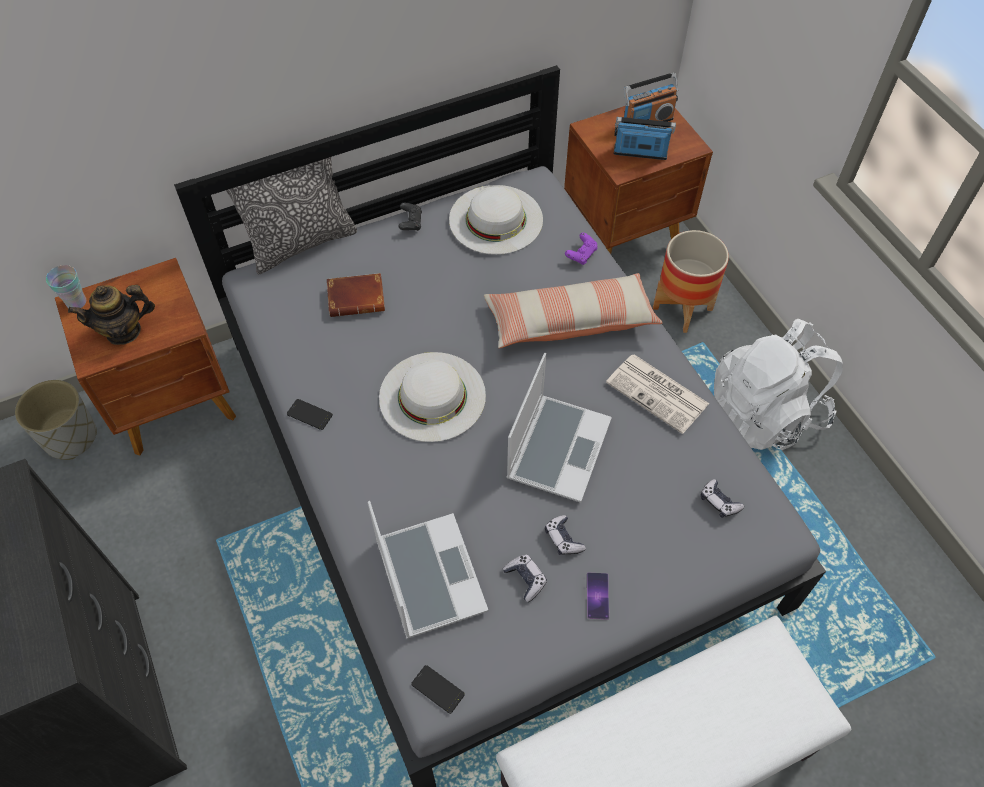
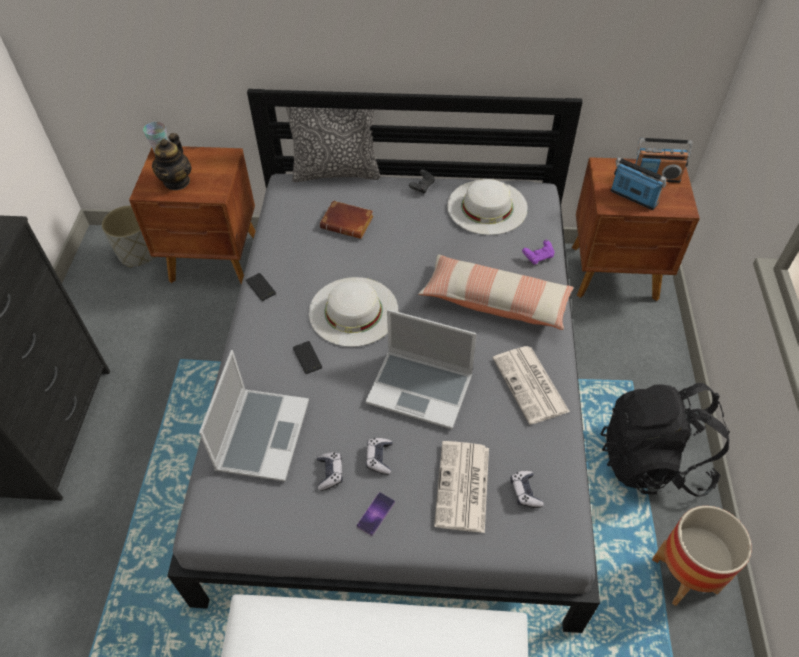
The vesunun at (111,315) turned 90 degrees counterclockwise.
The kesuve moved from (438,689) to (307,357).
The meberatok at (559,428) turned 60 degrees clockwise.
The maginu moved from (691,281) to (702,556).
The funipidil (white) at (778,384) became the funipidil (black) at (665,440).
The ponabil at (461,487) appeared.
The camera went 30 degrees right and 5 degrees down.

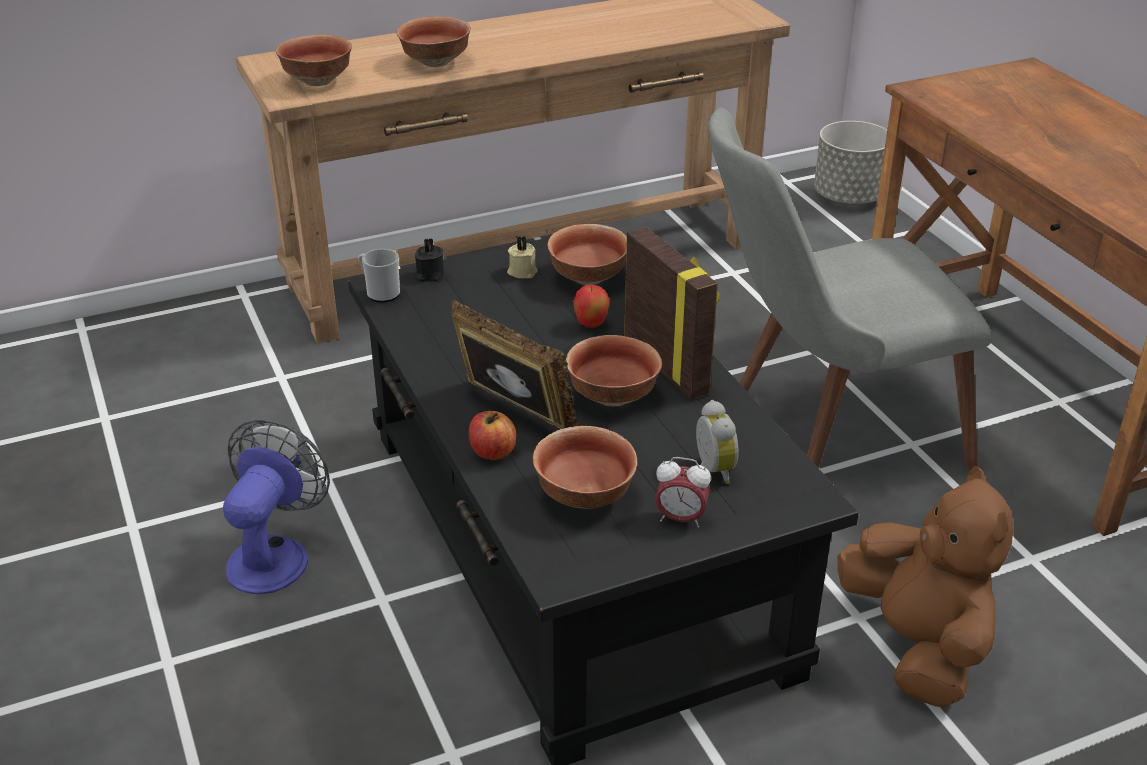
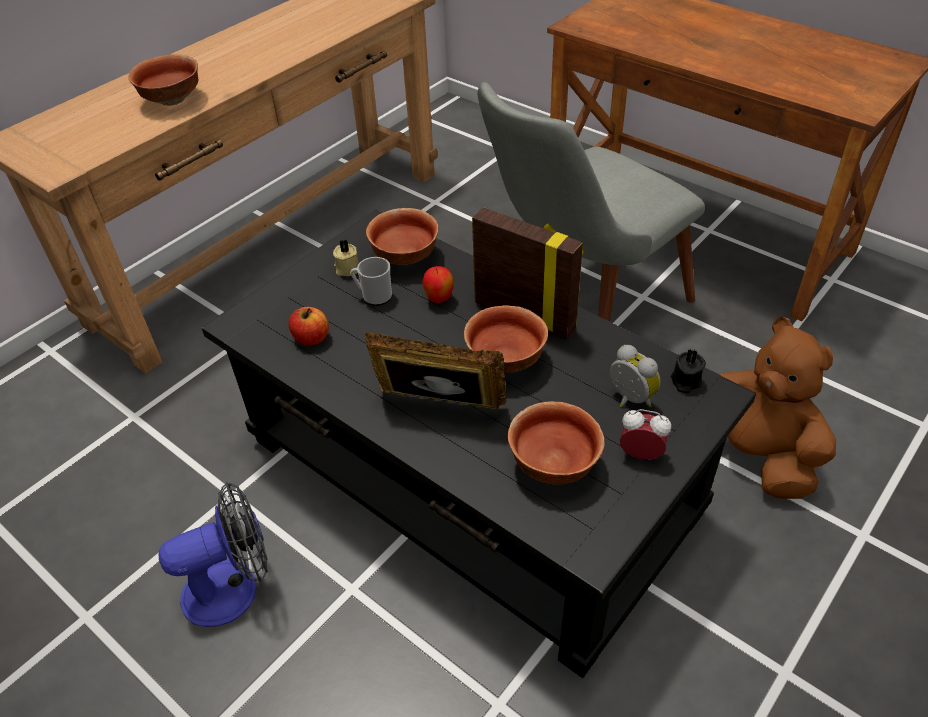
The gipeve at (276,507) turned 75 degrees clockwise.
The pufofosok at (314,60) disappeared.
The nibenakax moved from (379,275) to (371,281).
The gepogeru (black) moved from (429,260) to (688,371).
The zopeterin moved from (492,435) to (309,326).
The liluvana at (683,492) turned 150 degrees counterclockwise.
The maginu (grey) at (850,163) disappeared.
The camera went 25 degrees left and 10 degrees up.

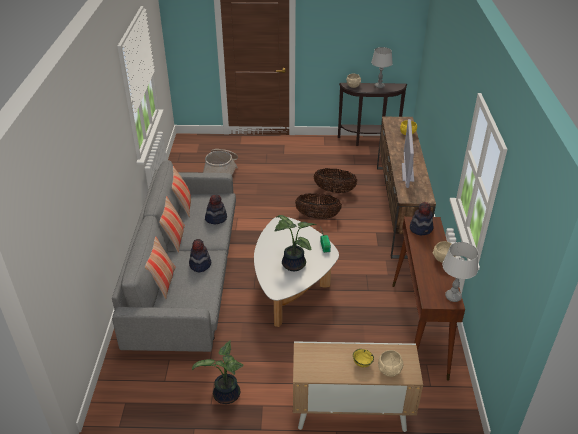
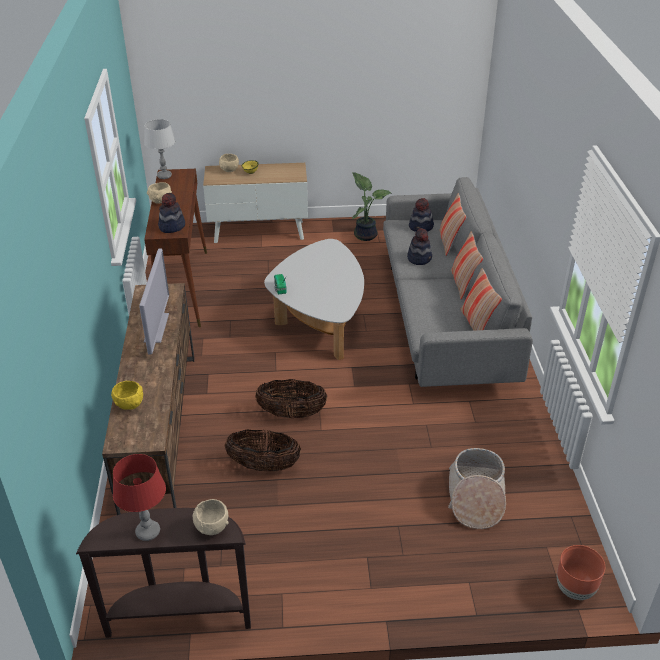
The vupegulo moved from (216,209) to (421,215).
The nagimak at (295,243) disappeared.
The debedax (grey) at (382,67) became the debedax (red) at (139,497).
The maginu (brown) at (581,572) appeared.
The camera went 175 degrees right and 0 degrees up.

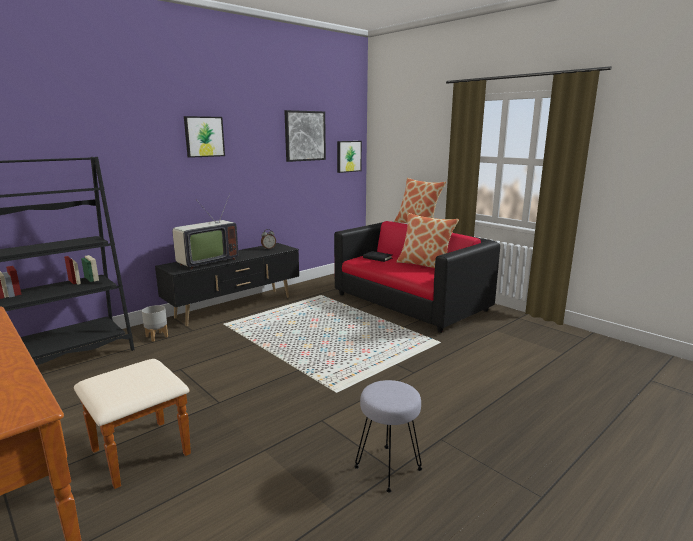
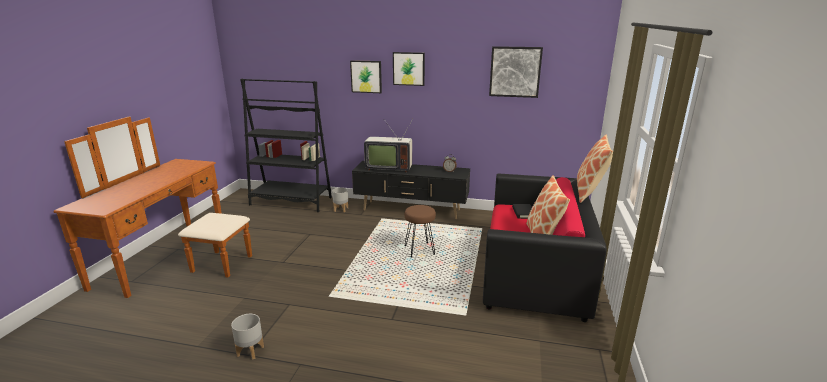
The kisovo moved from (349,157) to (366,76).
The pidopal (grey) at (388,436) was replaced by the maginu (grey) at (247,337).
The pidopal (brown) at (420,231) appeared.
The camera went 55 degrees right and 5 degrees up.

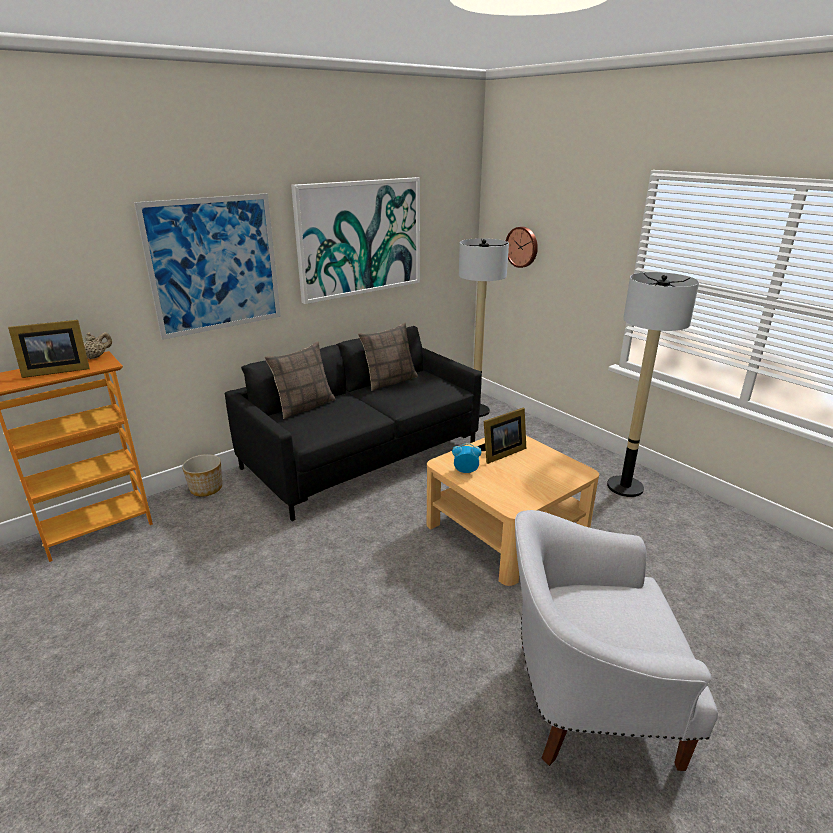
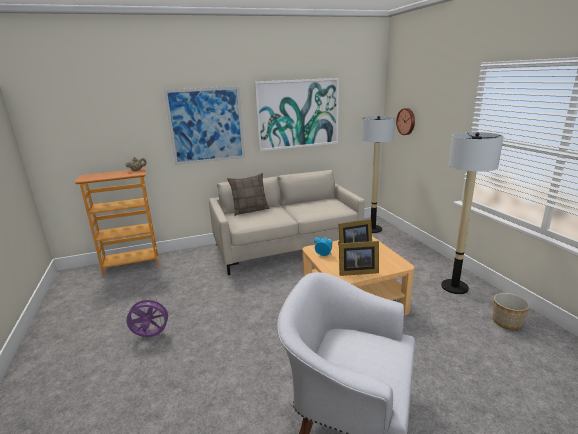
The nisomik moved from (49,349) to (359,258).
The maginu moved from (202,475) to (511,311).
The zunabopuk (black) at (353,423) became the zunabopuk (beige) at (287,222).
The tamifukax at (388,357) disappeared.
The gipeve (purple) at (148,317) appeared.
The camera went 20 degrees right and 5 degrees down.

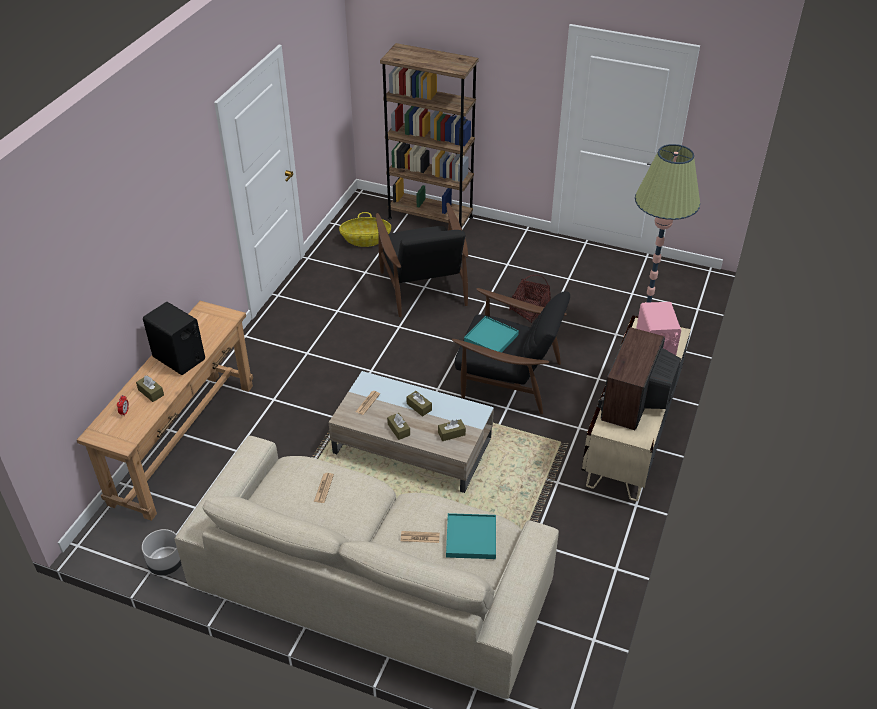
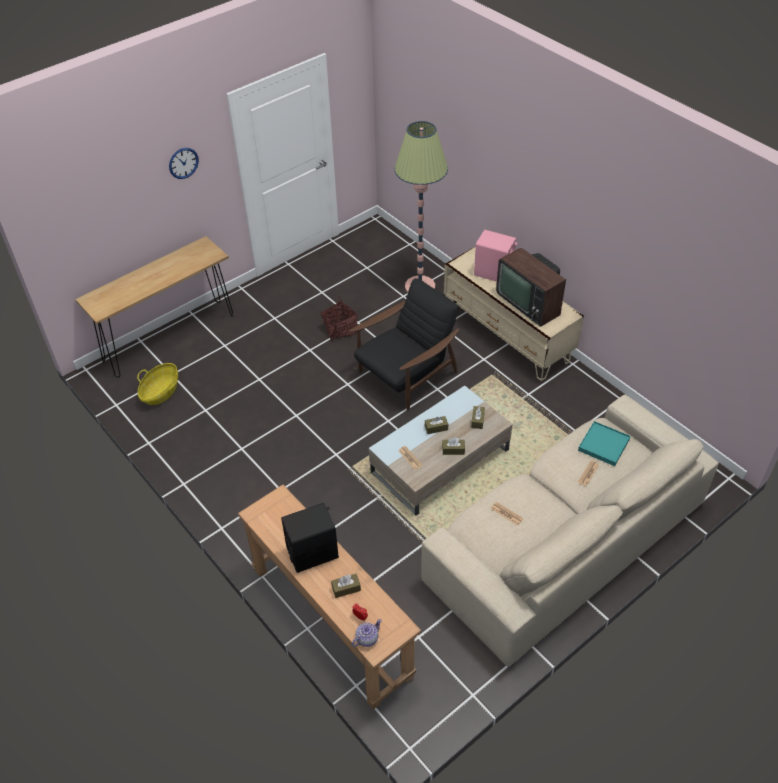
The maginu (grey) at (162,552) disappeared.
The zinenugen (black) at (422,260) disappeared.
The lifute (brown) at (429,135) was replaced by the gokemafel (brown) at (154,307).
The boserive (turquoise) at (491,334) disappeared.
The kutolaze at (184,163) appeared.
The vesunun at (367,633) appeared.
The camera went 60 degrees left and 5 degrees up.

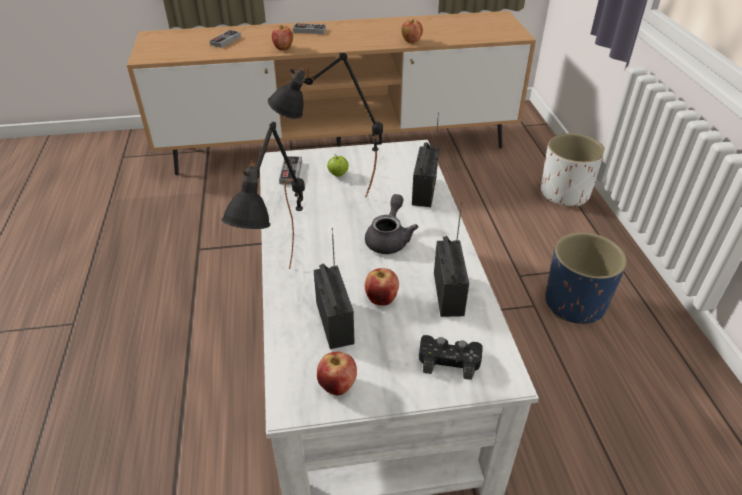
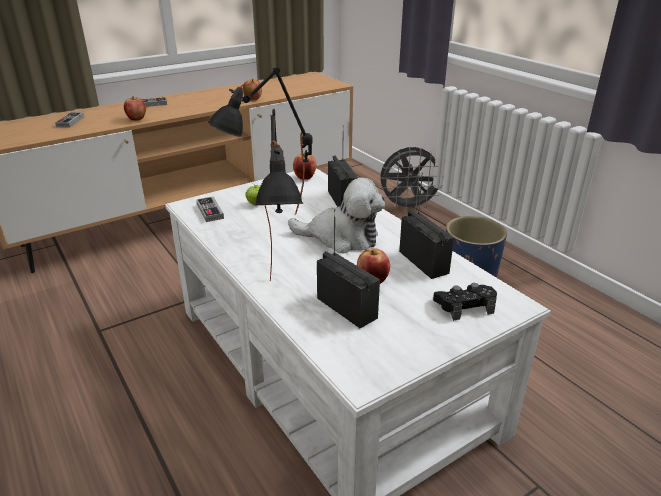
The zopeterin moved from (337,373) to (304,166).
The vesunun (grey) at (391,224) was replaced by the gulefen at (336,215).
The maginu (white) at (573,170) was replaced by the gipeve (grey) at (411,179).
The camera went 25 degrees left and 10 degrees down.

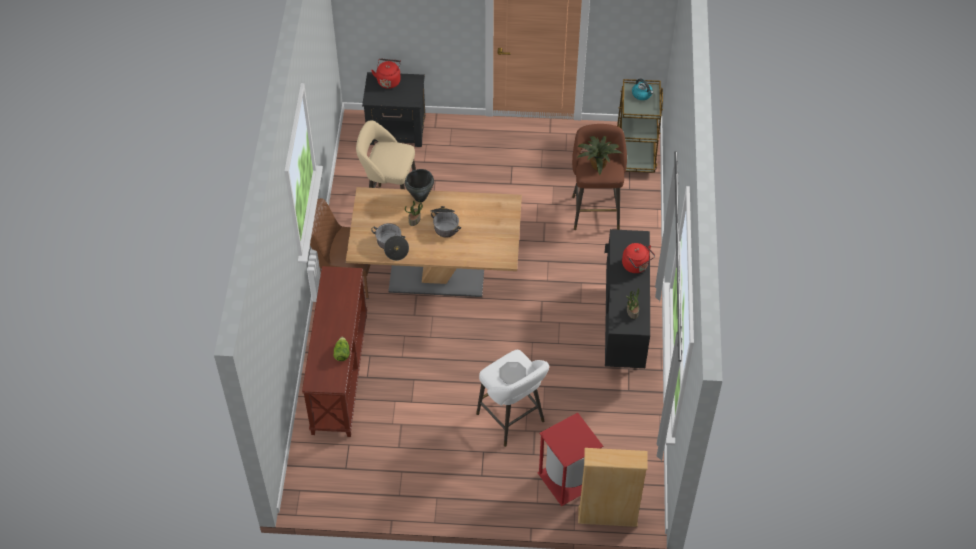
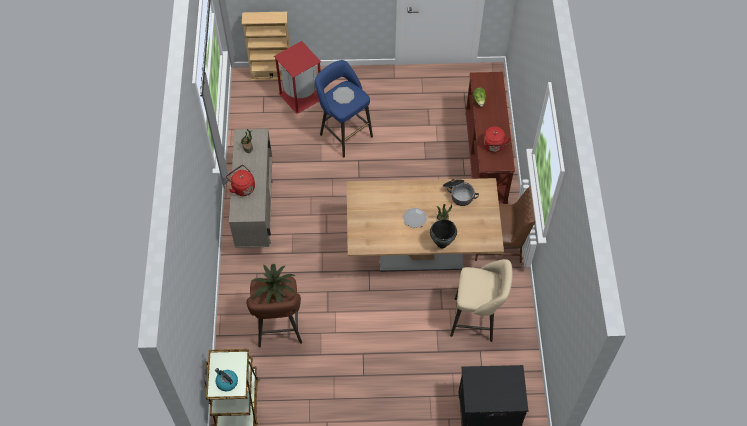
The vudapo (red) moved from (386,74) to (497,139).
The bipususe at (445,221) was replaced by the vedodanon at (415,218).
The pidopal (white) at (512,398) became the pidopal (blue) at (344,109).
The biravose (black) at (627,298) became the biravose (beige) at (250,188).
The camera went 175 degrees right and 5 degrees up.

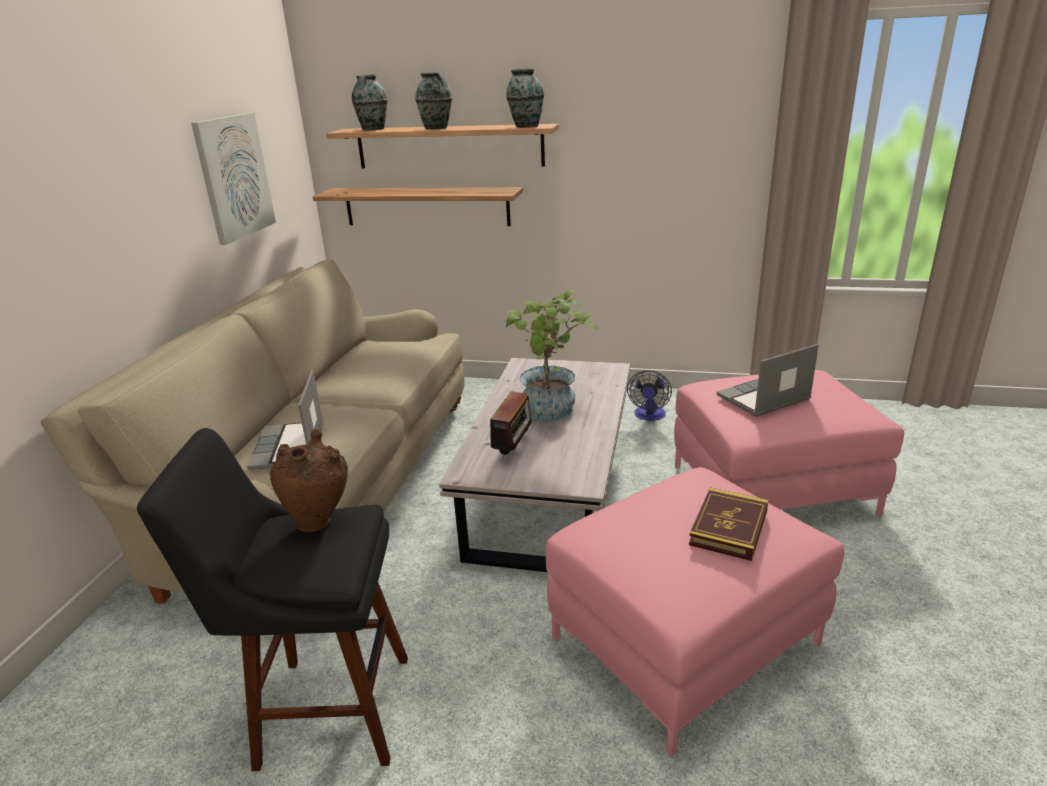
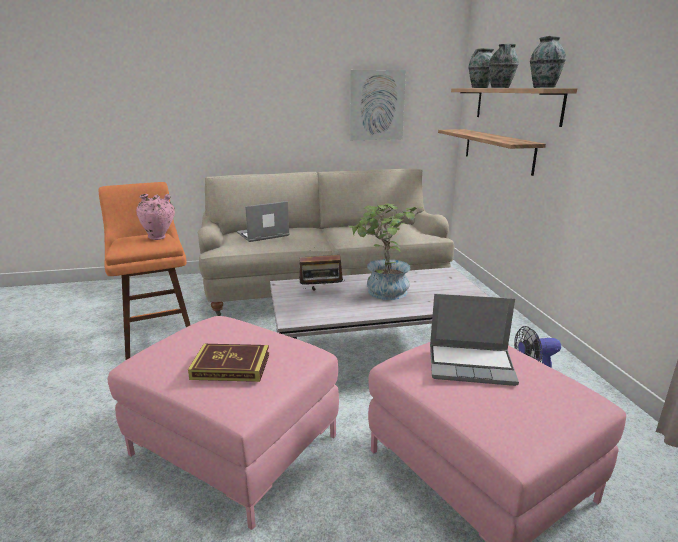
The pidopal (black) at (272,599) became the pidopal (orange) at (144,271).
The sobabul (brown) at (308,480) became the sobabul (pink) at (155,217).
The meberatok at (767,380) turned 150 degrees clockwise.
The camera went 65 degrees right and 5 degrees down.

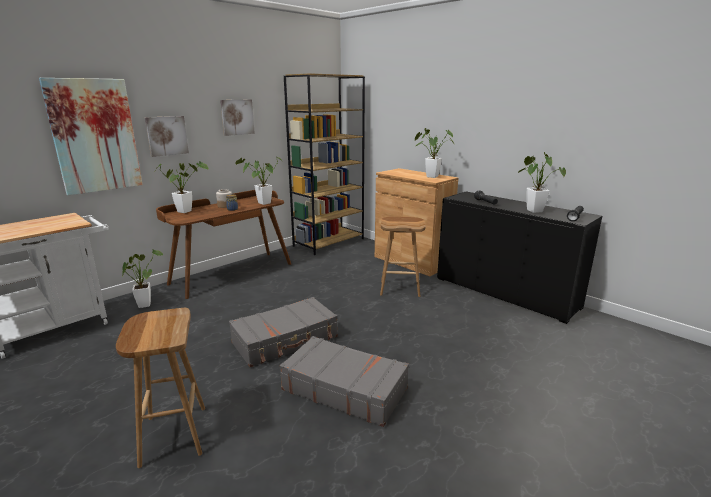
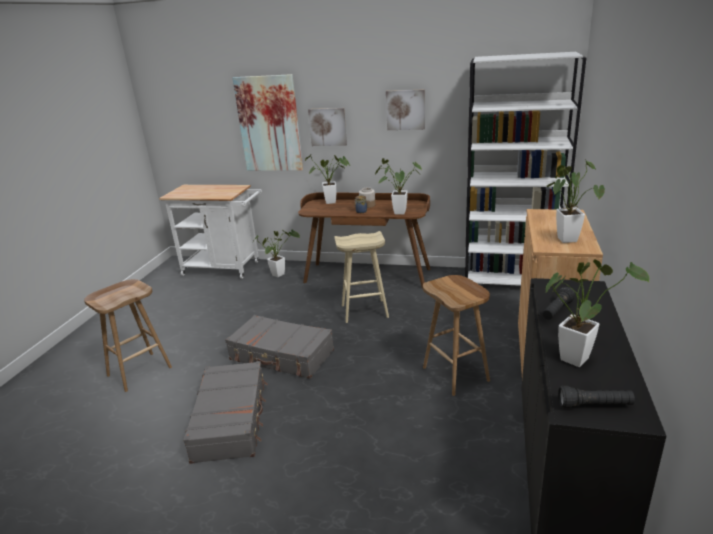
The lifute (brown) at (324,164) became the lifute (white) at (525,169).
The pidopal (beige) at (361,277) appeared.
The camera went 60 degrees right and 5 degrees up.

